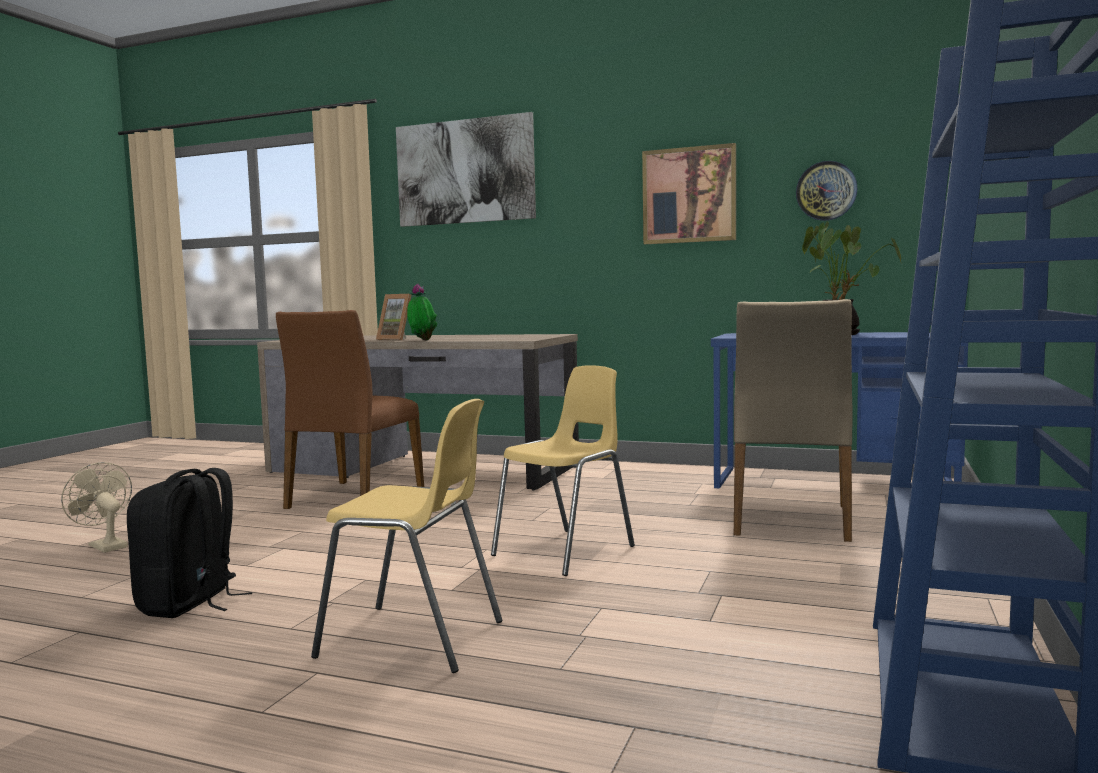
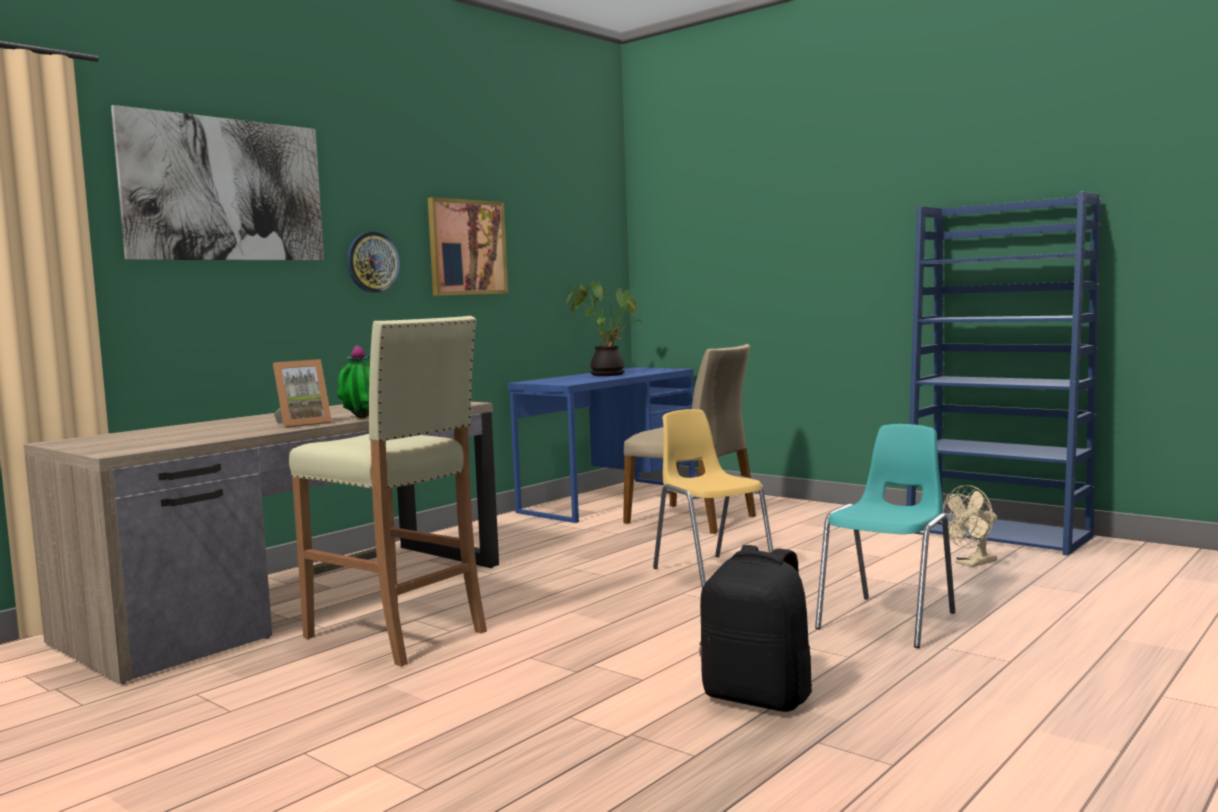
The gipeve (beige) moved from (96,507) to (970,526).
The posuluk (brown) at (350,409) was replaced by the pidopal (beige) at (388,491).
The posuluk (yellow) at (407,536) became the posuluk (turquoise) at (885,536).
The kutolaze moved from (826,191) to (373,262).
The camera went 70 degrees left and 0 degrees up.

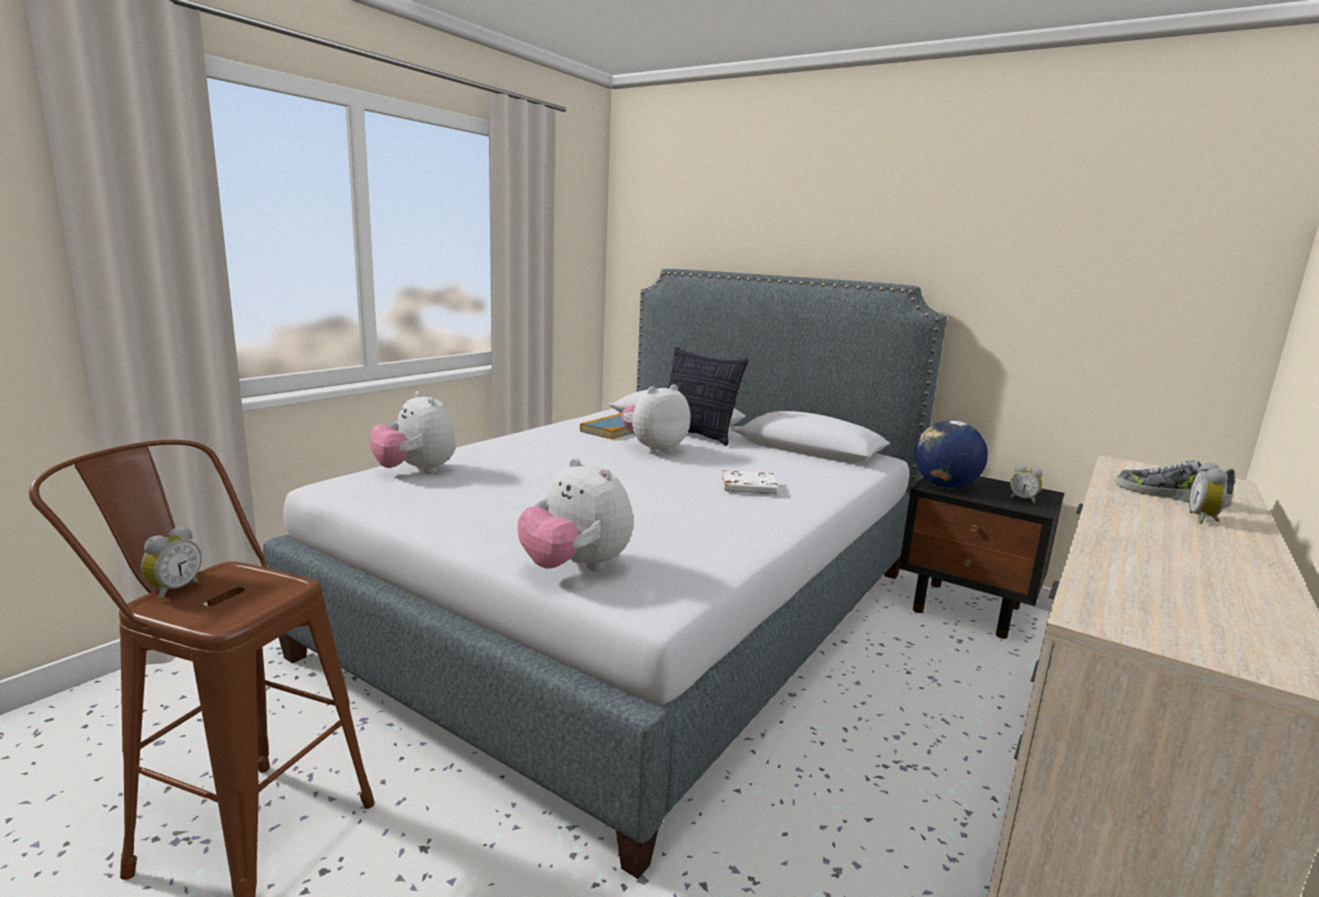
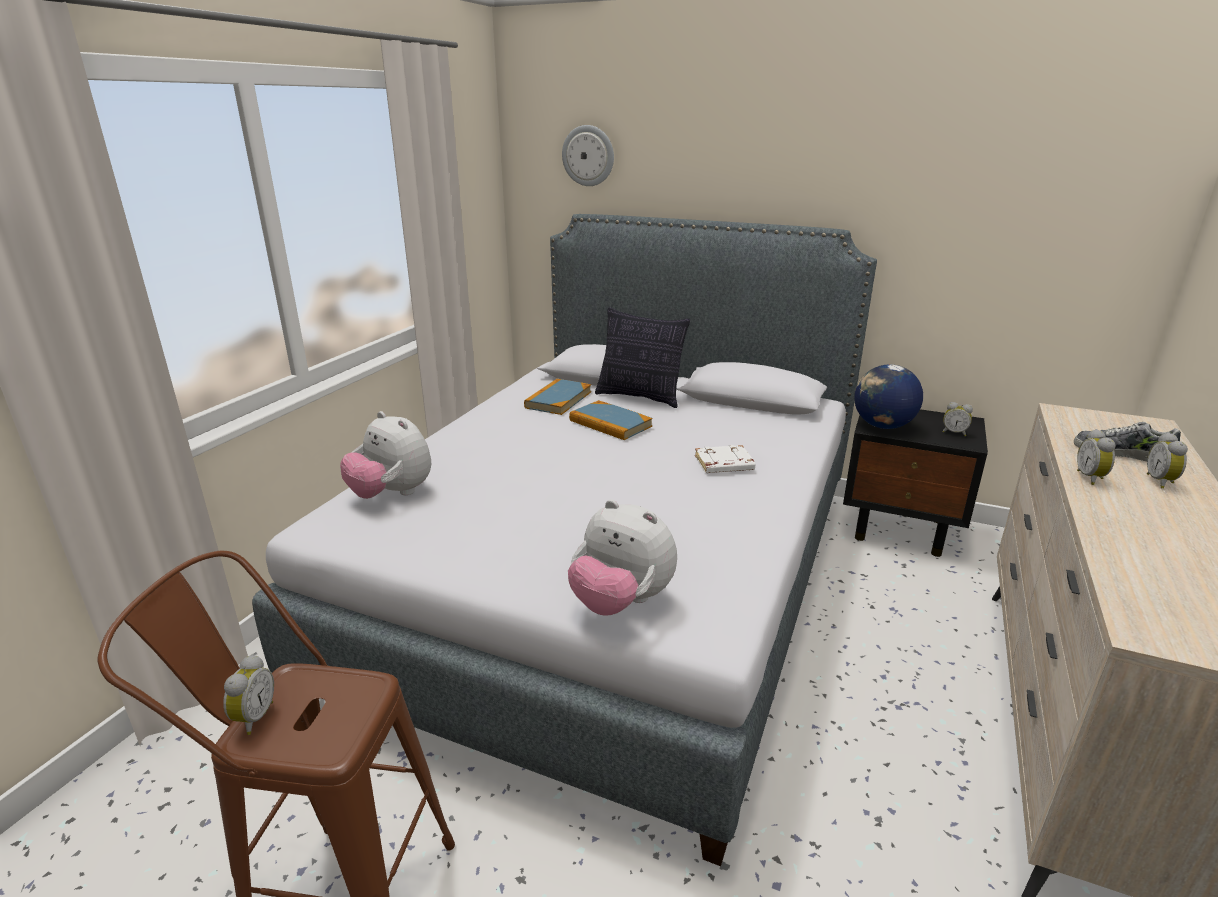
The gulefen at (655,419) was replaced by the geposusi at (611,420).
The kutolaze at (588,155) appeared.
The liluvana at (1096,457) appeared.
The camera went 10 degrees left and 10 degrees up.

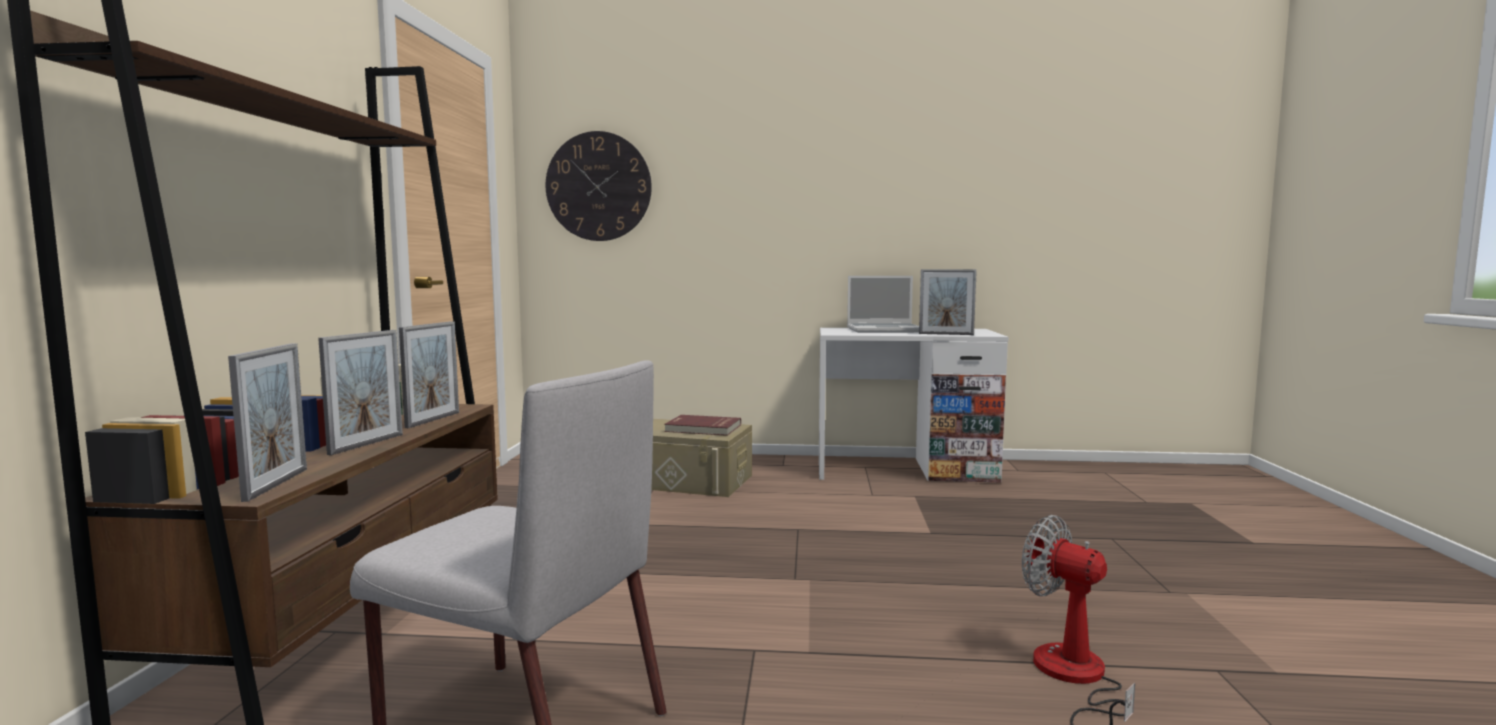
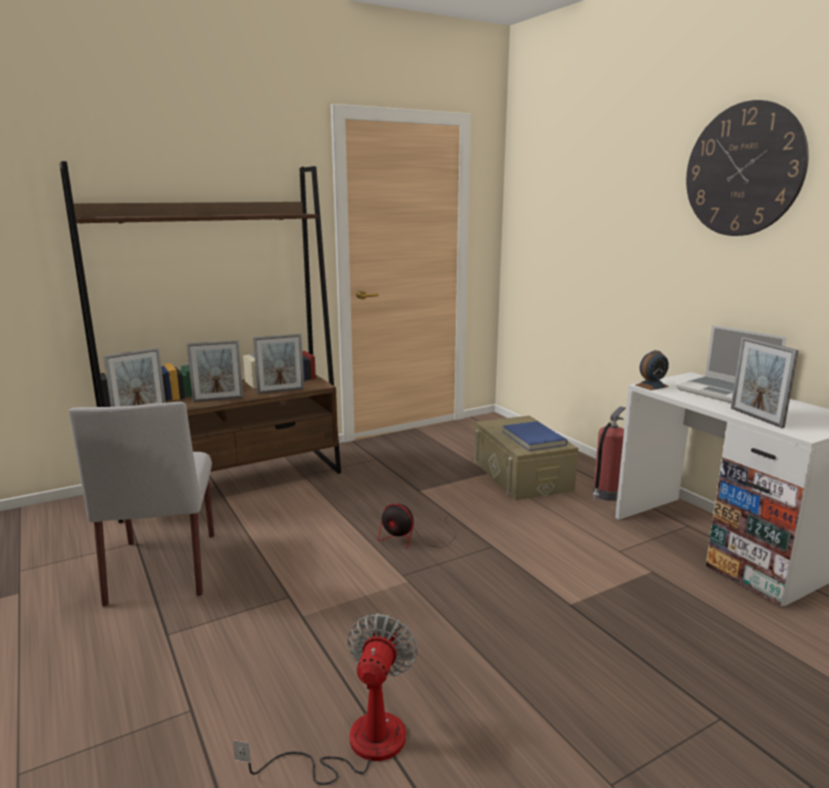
The kutolaze moved from (598,186) to (747,168).
The geposusi (red) at (702,425) became the geposusi (blue) at (535,436).
The gipeve at (417,526) appeared.
The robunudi at (609,453) appeared.
The liluvana at (652,370) appeared.
The camera went 55 degrees right and 10 degrees up.

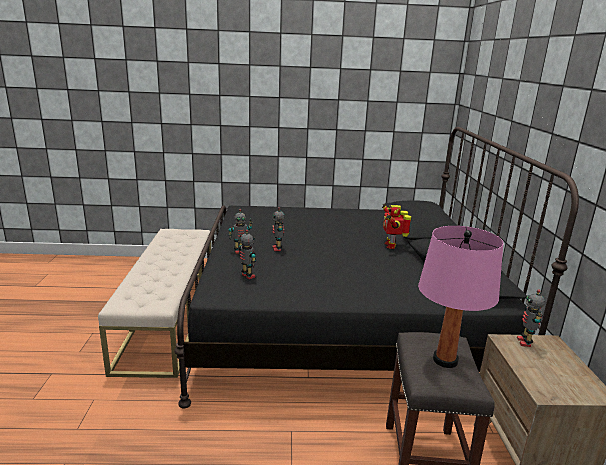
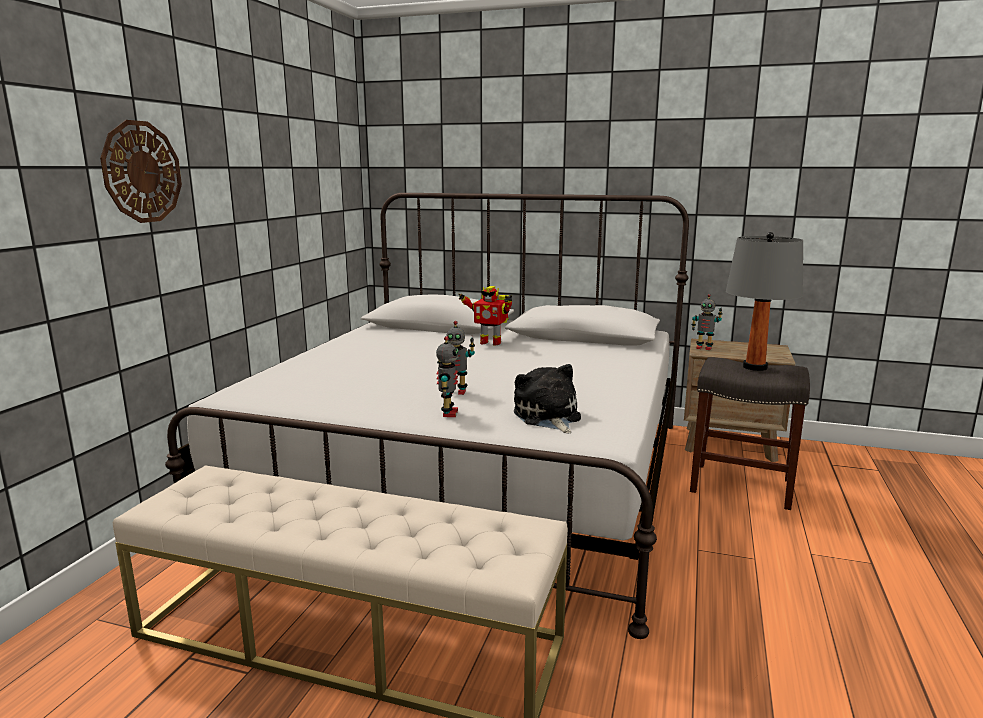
The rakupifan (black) at (376,268) became the rakupifan (white) at (427,416).
The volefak at (247,254) was replaced by the gulefen at (547,398).
The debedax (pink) at (461,297) became the debedax (grey) at (764,301).
The kutolaze at (141,171) appeared.
The camera went 70 degrees left and 5 degrees down.

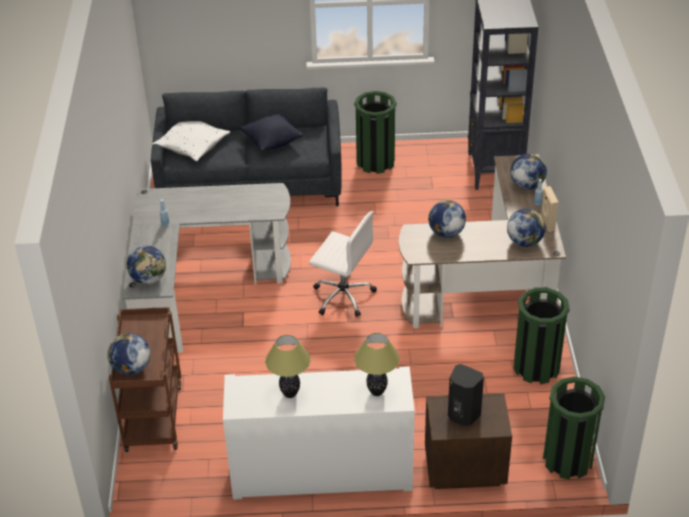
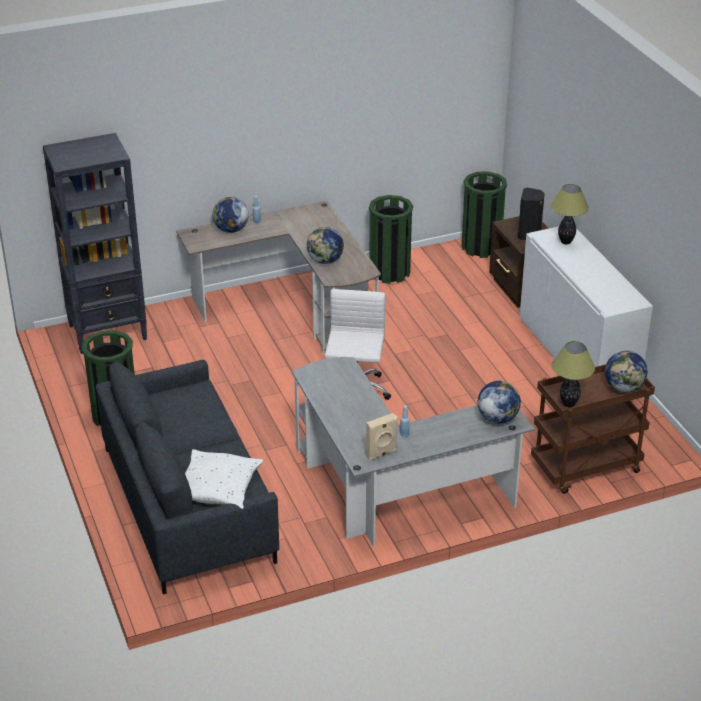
The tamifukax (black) at (272,132) disappeared.
The debedax moved from (287,366) to (573,374).
The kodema at (526,228) disappeared.
The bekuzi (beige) moved from (549,209) to (381,437).
The camera went 110 degrees left and 5 degrees down.

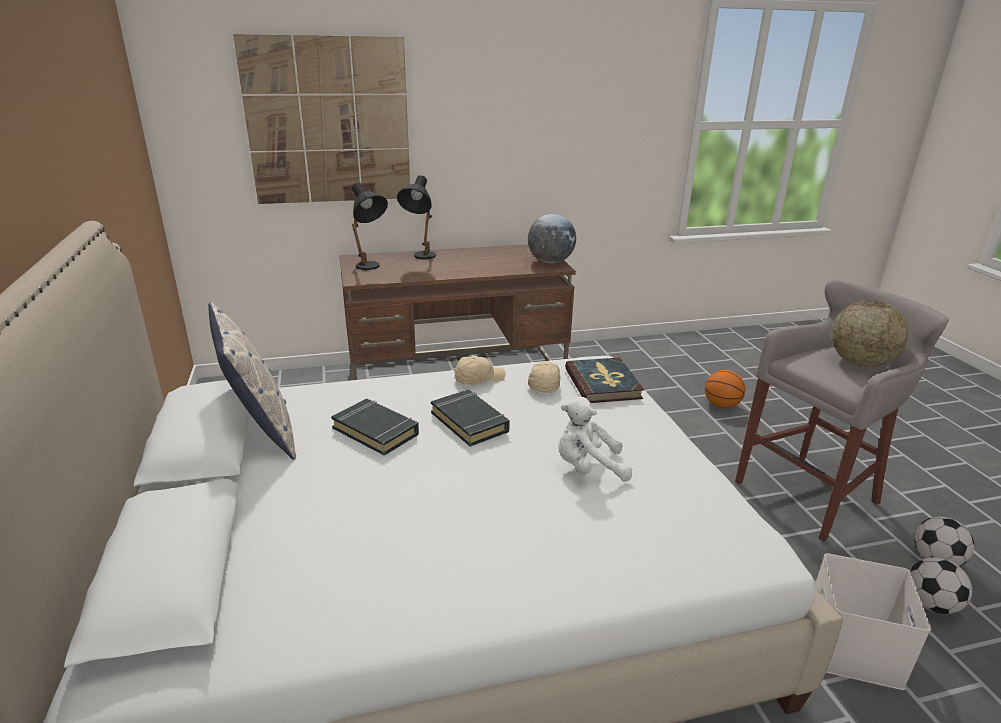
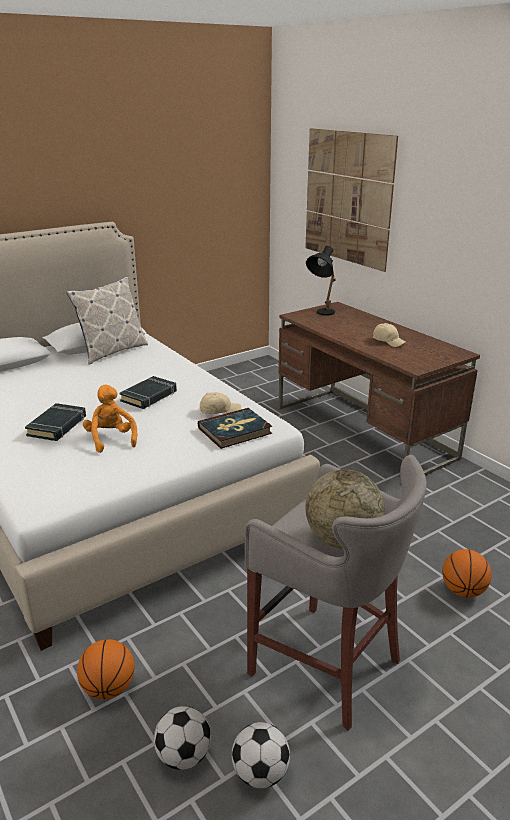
The geposusi (black) moved from (375,427) to (55,422).
The debedax (black) at (416,217) disappeared.
The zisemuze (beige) moved from (480,370) to (389,335).
The kodema at (552,238) disappeared.
The gulefen (white) at (595,439) became the gulefen (orange) at (110,419).
The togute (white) at (873,621) was replaced by the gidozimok at (105,669).
The camera went 70 degrees right and 0 degrees up.

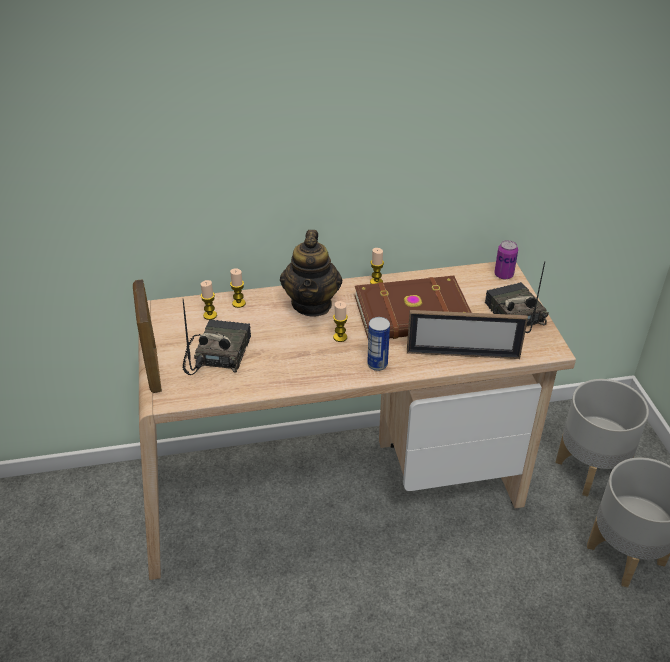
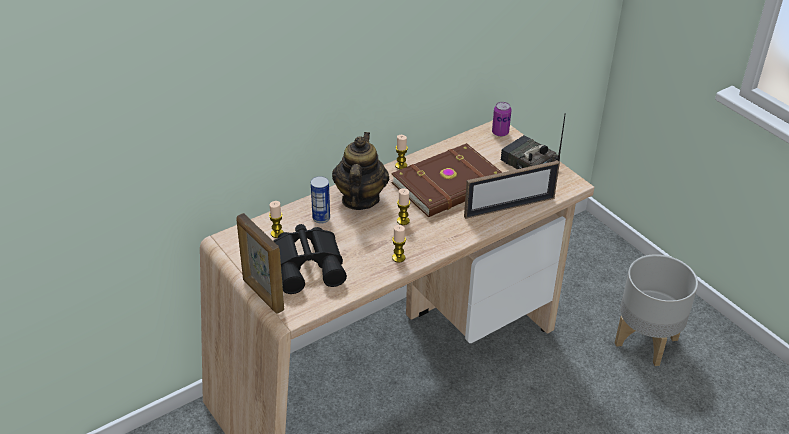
The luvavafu at (216,336) was replaced by the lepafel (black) at (310,259).
The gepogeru moved from (238,288) to (399,244).
The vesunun at (311,273) turned 150 degrees counterclockwise.
The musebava moved from (378,344) to (320,200).
The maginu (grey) at (602,438) disappeared.
The camera went 25 degrees left and 0 degrees up.

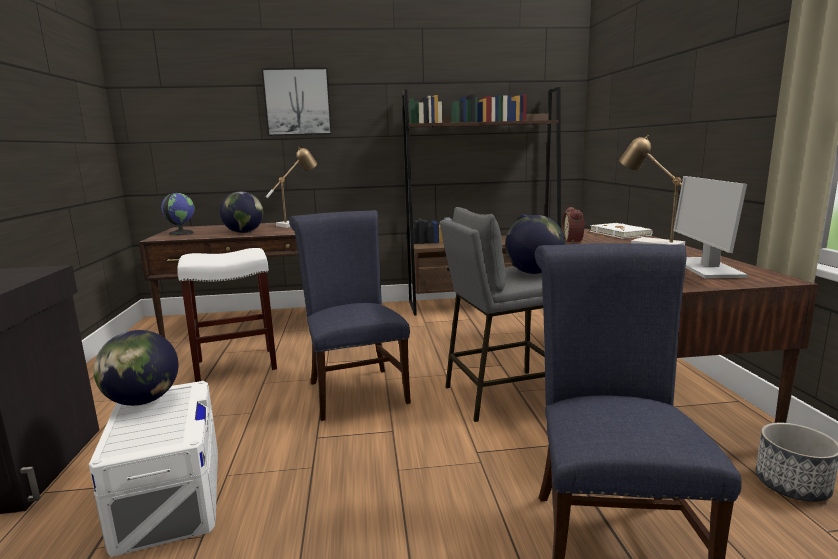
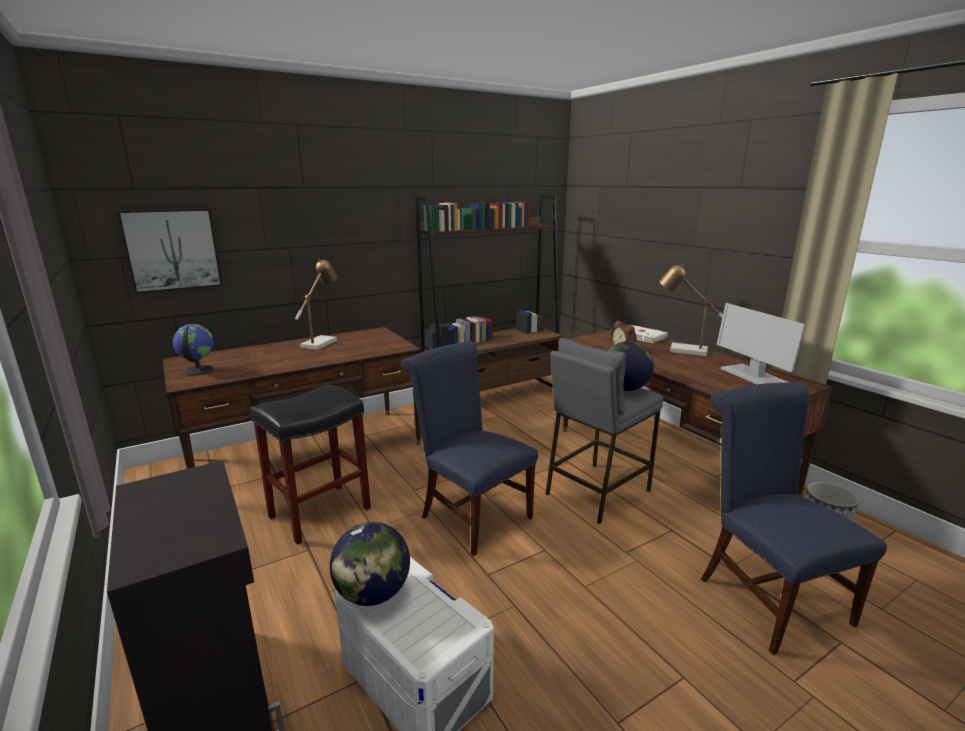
The pidopal (white) at (227,315) became the pidopal (black) at (310,464).
The kodema at (241,212) disappeared.
The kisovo moved from (296,101) to (170,251).
The camera went 25 degrees left and 5 degrees up.

